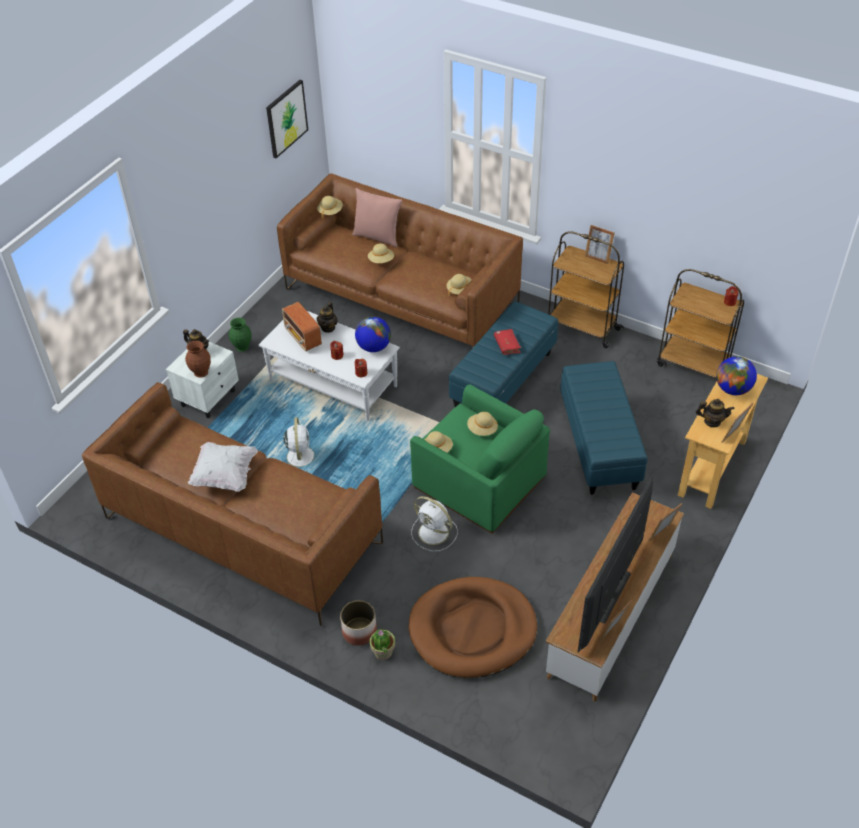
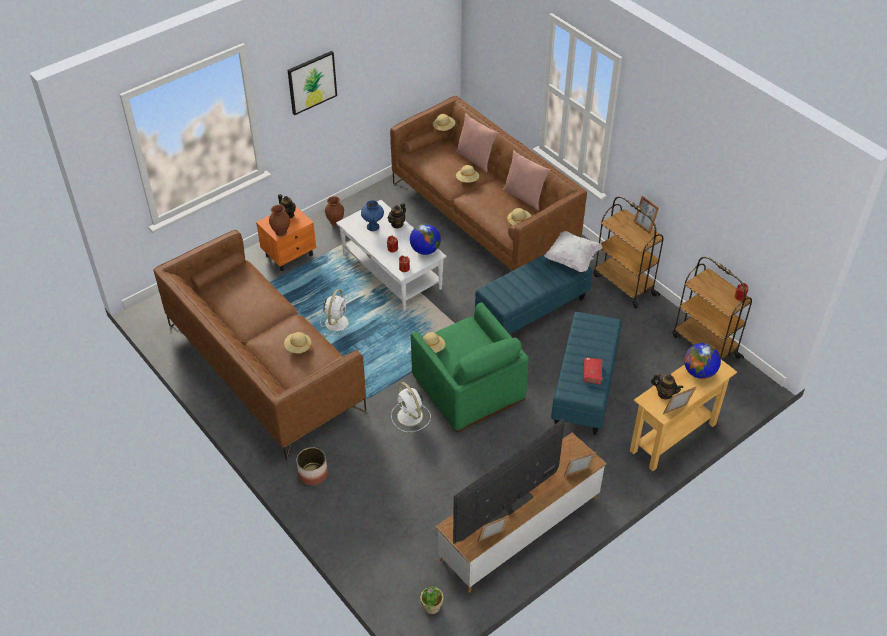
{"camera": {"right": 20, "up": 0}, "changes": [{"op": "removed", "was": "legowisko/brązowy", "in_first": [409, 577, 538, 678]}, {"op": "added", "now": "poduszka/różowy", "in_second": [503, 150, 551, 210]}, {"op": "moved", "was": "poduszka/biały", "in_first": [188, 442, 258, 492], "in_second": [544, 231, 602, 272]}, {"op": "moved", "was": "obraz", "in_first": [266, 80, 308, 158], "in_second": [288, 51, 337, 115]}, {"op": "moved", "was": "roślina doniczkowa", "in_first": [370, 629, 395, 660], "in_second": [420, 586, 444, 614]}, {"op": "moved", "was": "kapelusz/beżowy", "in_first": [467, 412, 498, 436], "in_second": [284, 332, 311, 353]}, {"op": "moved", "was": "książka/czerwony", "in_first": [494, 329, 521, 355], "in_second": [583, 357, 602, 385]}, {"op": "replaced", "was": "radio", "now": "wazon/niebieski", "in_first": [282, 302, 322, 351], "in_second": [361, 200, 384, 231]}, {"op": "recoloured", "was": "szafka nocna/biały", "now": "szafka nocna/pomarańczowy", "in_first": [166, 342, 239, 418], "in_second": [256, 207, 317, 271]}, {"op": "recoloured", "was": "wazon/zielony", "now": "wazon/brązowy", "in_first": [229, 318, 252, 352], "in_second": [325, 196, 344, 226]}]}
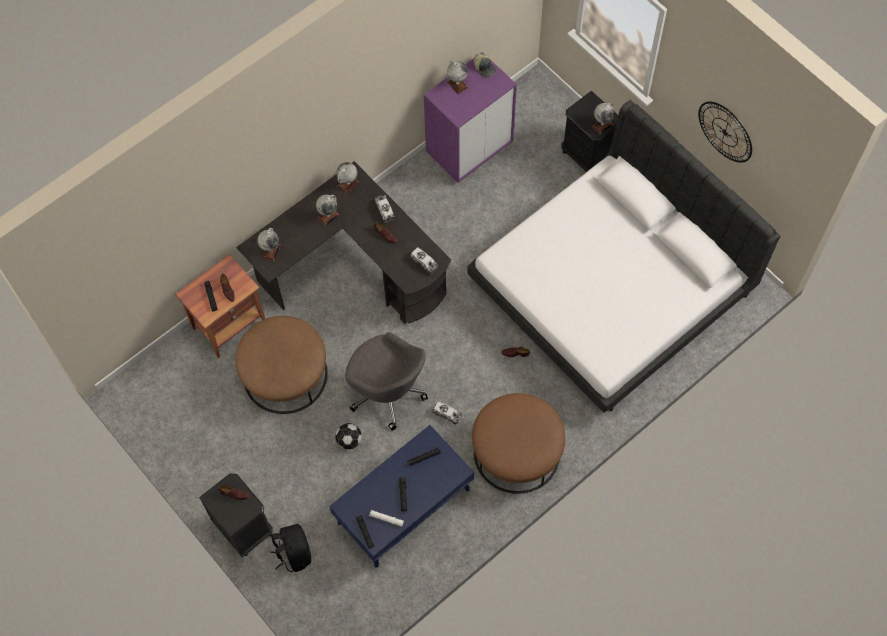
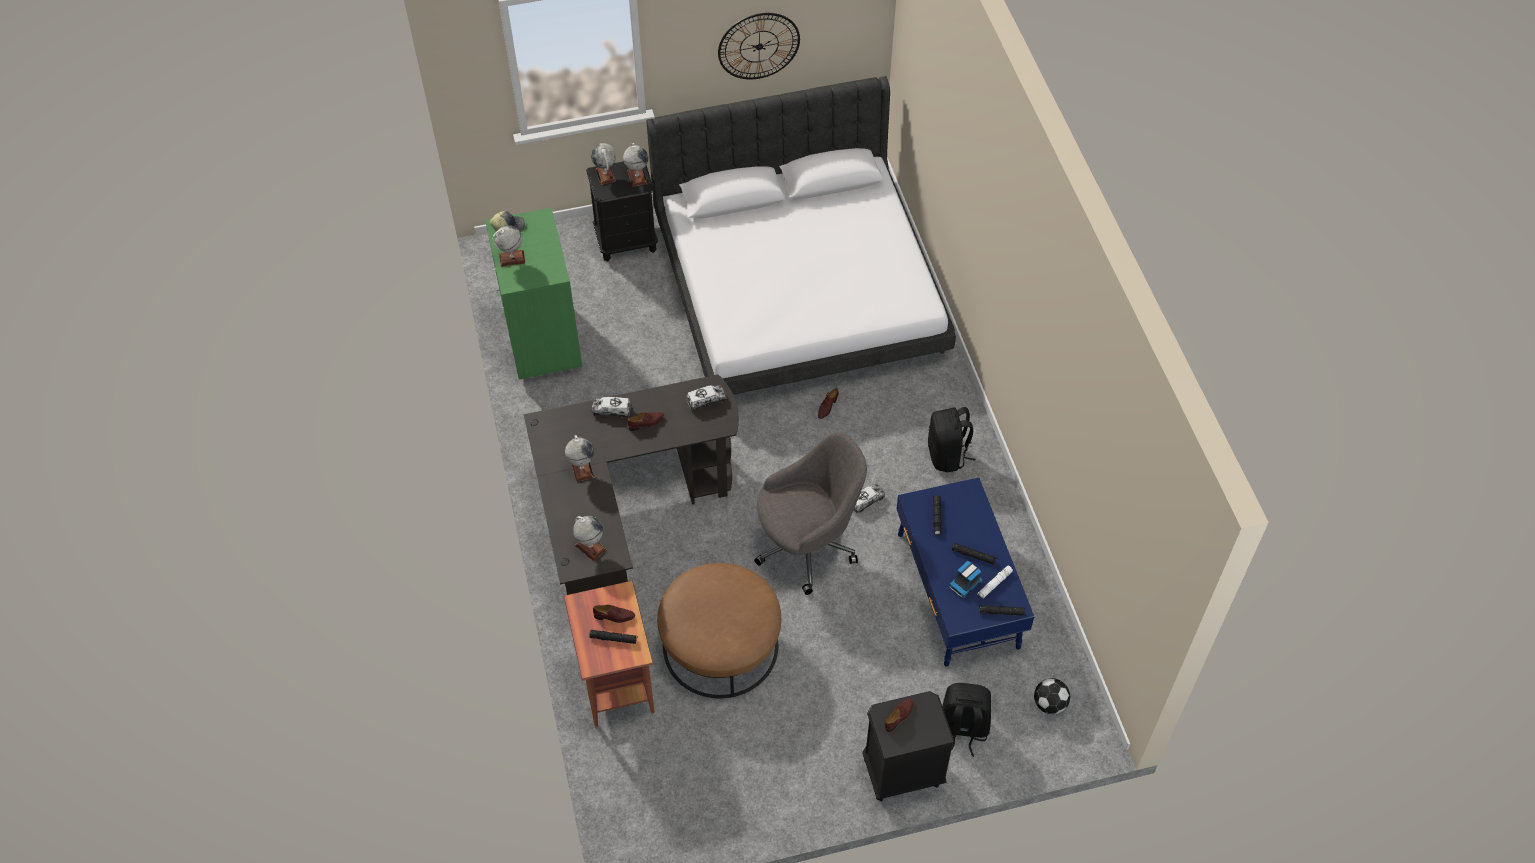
{"camera": {"right": -65, "up": -10}, "changes": [{"op": "added", "now": "ciężarówka zabawkowa", "in_second": [949, 561, 983, 598]}, {"op": "moved", "was": "piłka futbolowa", "in_first": [335, 423, 362, 449], "in_second": [1034, 678, 1070, 714]}, {"op": "moved", "was": "globus", "in_first": [336, 162, 360, 194], "in_second": [591, 143, 616, 185]}, {"op": "replaced", "was": "pufa/brązowy", "now": "plecak/czarny", "in_first": [472, 393, 565, 494], "in_second": [928, 407, 976, 472]}, {"op": "recoloured", "was": "szafka/fioletowy", "now": "szafka/zielony", "in_first": [424, 52, 517, 183], "in_second": [486, 208, 582, 379]}]}
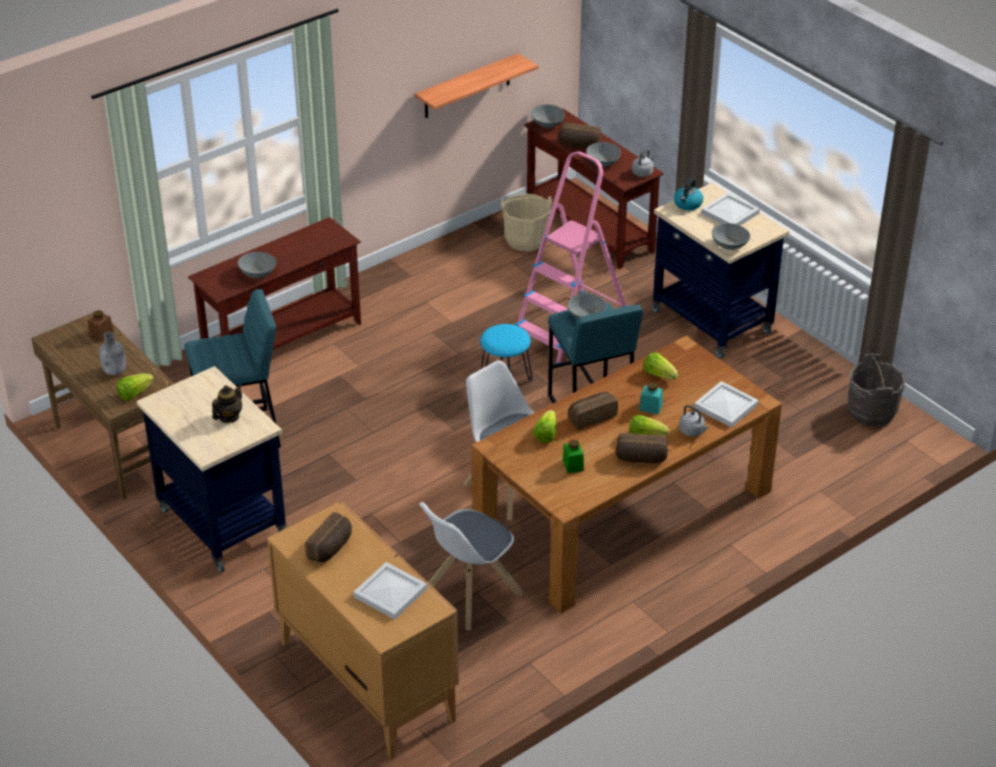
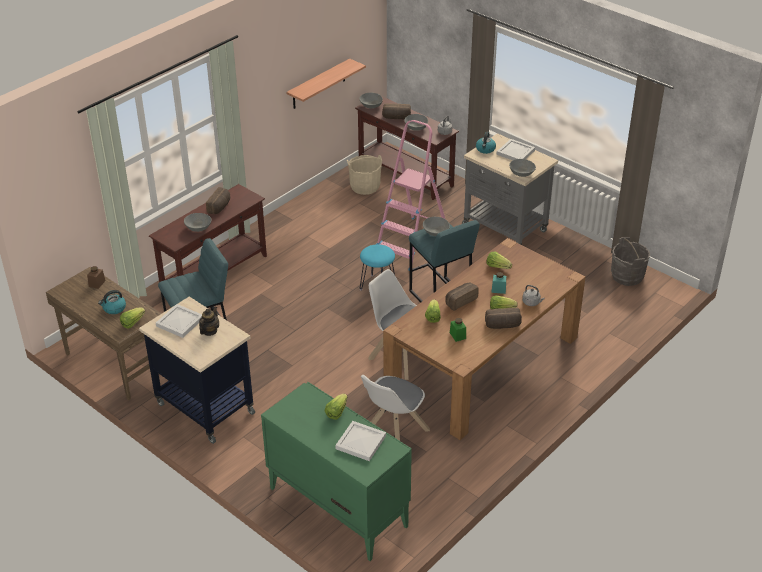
{"camera": {"right": -10, "up": 0}, "changes": [{"op": "added", "now": "sałata", "in_second": [325, 394, 348, 420]}, {"op": "moved", "was": "chleb", "in_first": [305, 512, 352, 563], "in_second": [206, 187, 230, 214]}, {"op": "moved", "was": "taca/biały", "in_first": [694, 381, 759, 428], "in_second": [156, 304, 202, 338]}, {"op": "replaced", "was": "butelka/szary", "now": "czajnik", "in_first": [99, 332, 126, 375], "in_second": [98, 290, 126, 314]}, {"op": "recoloured", "was": "szafka/brązowy", "now": "szafka/zielony", "in_first": [267, 502, 459, 760], "in_second": [261, 382, 412, 561]}, {"op": "recoloured", "was": "wózek/niebieski", "now": "wózek/szary", "in_first": [651, 182, 789, 359], "in_second": [462, 133, 558, 245]}]}
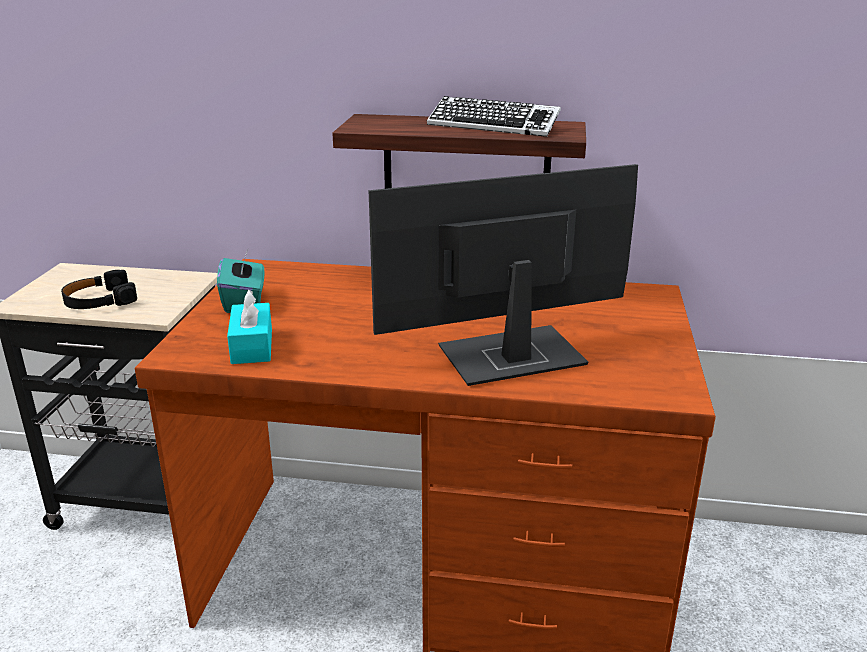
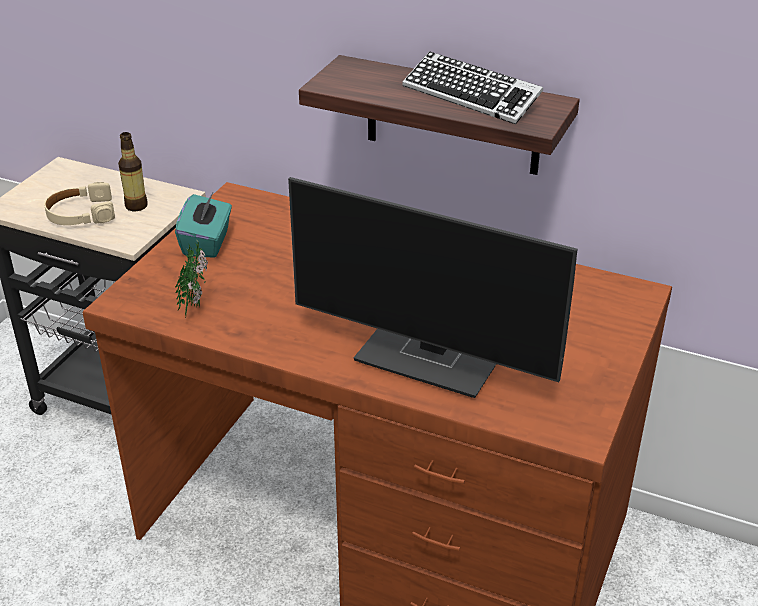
{"camera": {"right": 15, "up": 10}, "changes": [{"op": "added", "now": "butelka", "in_second": [118, 132, 148, 211]}, {"op": "replaced", "was": "pudełko chusteczek/turkusowy", "now": "roślina doniczkowa", "in_first": [227, 290, 272, 364], "in_second": [175, 240, 208, 315]}, {"op": "recoloured", "was": "słuchawki/czarny", "now": "słuchawki/beżowy", "in_first": [61, 270, 137, 309], "in_second": [44, 182, 115, 225]}, {"op": "turned", "was": "monitor", "in_first": [368, 164, 638, 386], "in_second": [288, 177, 577, 398], "clockwise": -150}]}
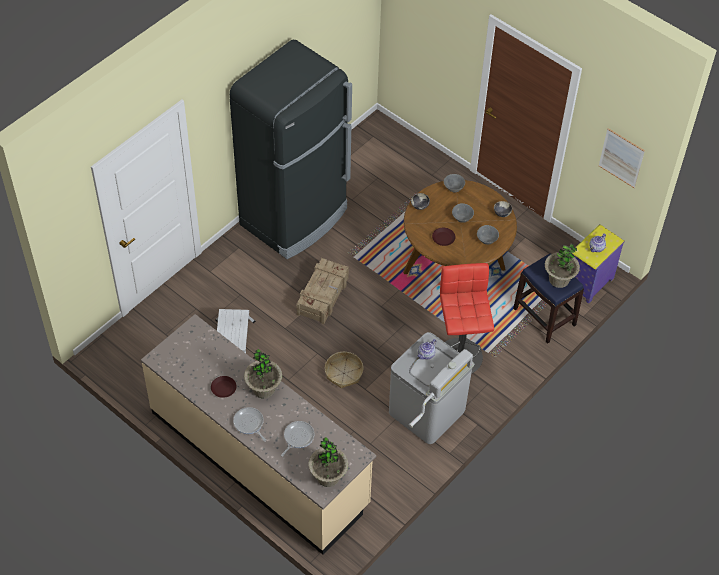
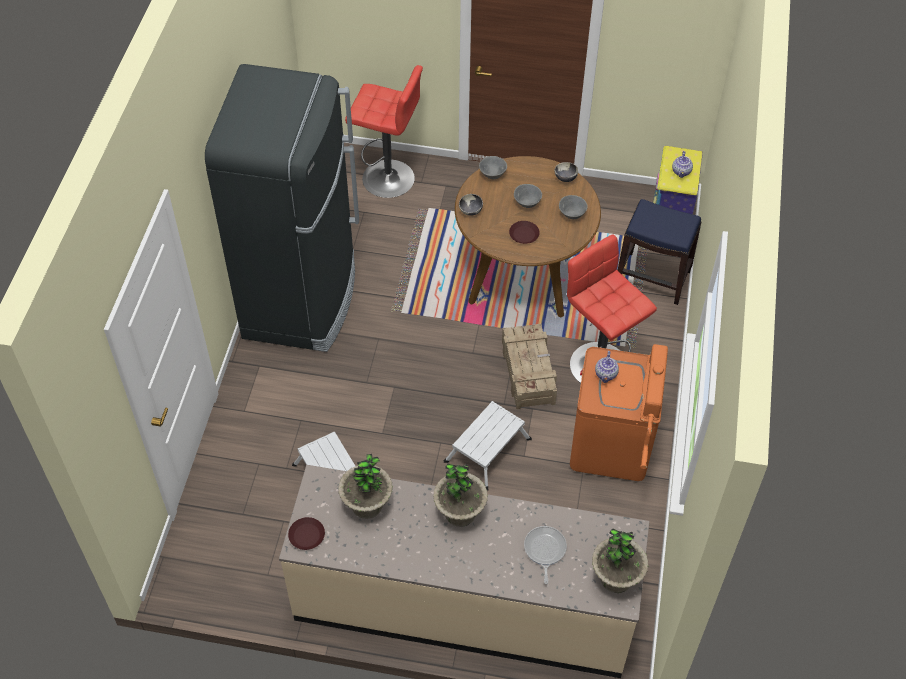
{"camera": {"right": -30, "up": 0}, "changes": [{"op": "removed", "was": "patelnia", "in_first": [233, 407, 266, 442]}, {"op": "removed", "was": "obraz", "in_first": [599, 128, 645, 188]}, {"op": "added", "now": "stołek/czerwony", "in_second": [345, 65, 423, 198]}, {"op": "moved", "was": "talerz/brązowy", "in_first": [211, 376, 236, 398], "in_second": [288, 517, 325, 550]}, {"op": "moved", "was": "skrzynka", "in_first": [297, 258, 349, 324], "in_second": [502, 324, 557, 409]}, {"op": "moved", "was": "roślina doniczkowa", "in_first": [544, 244, 580, 288], "in_second": [338, 454, 393, 519]}, {"op": "replaced", "was": "koszyk", "now": "drabinka/biały", "in_first": [325, 352, 363, 388], "in_second": [444, 401, 532, 491]}, {"op": "recoloured", "was": "pralka/szary", "now": "pralka/pomarańczowy", "in_first": [389, 332, 474, 444], "in_second": [570, 344, 668, 481]}]}
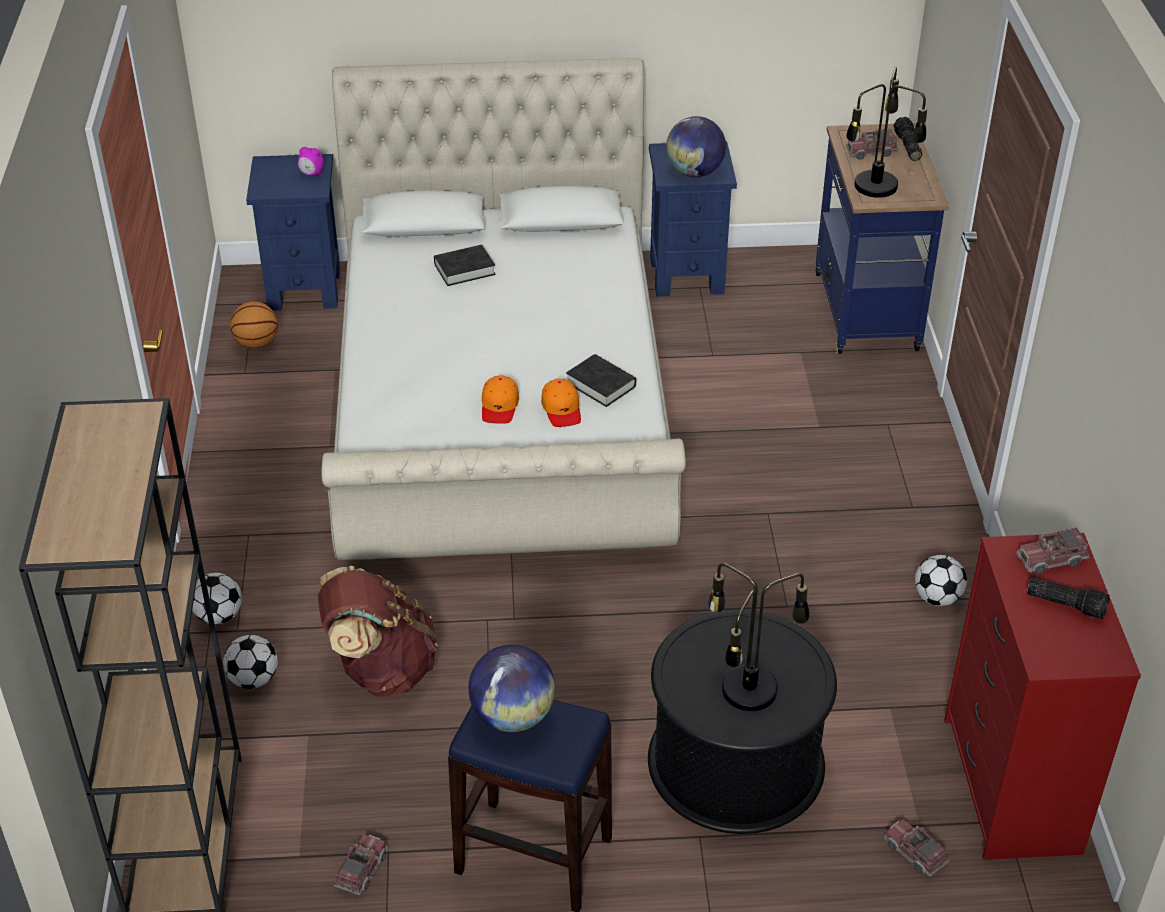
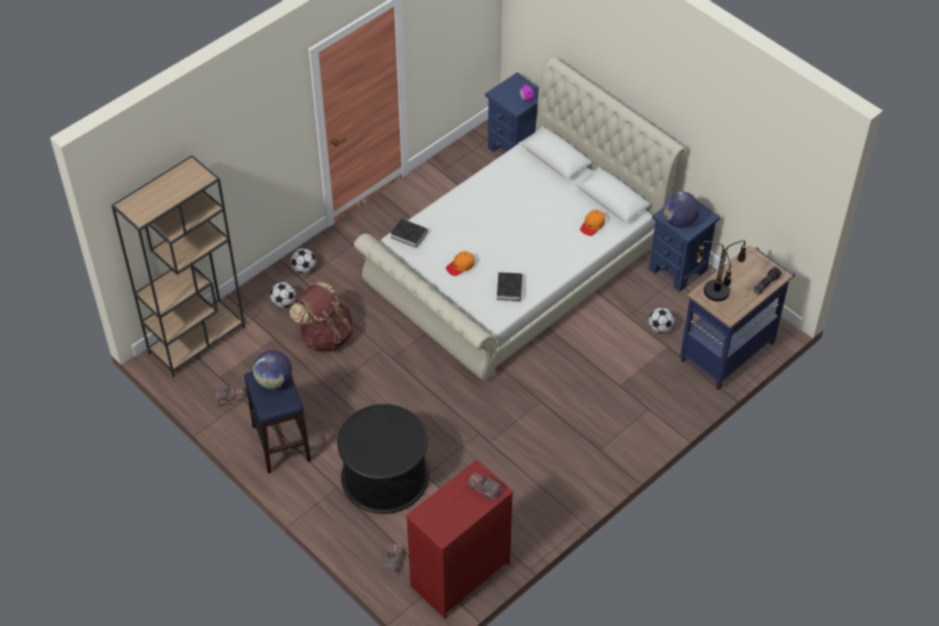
{"camera": {"right": 50, "up": 10}, "changes": [{"op": "removed", "was": "piłka do koszykówki", "in_first": [230, 302, 278, 349]}, {"op": "removed", "was": "lampa stołowa", "in_first": [708, 563, 809, 711]}, {"op": "removed", "was": "ciężarówka zabawkowa", "in_first": [846, 129, 898, 160]}, {"op": "removed", "was": "latarka", "in_first": [1027, 577, 1110, 619]}, {"op": "moved", "was": "książka/czarny", "in_first": [434, 245, 496, 286], "in_second": [391, 219, 427, 248]}, {"op": "moved", "was": "czapka z daszkiem/pomarańczowy", "in_first": [541, 378, 581, 427], "in_second": [580, 210, 605, 236]}, {"op": "moved", "was": "piłka futbolowa", "in_first": [915, 555, 967, 606], "in_second": [648, 308, 674, 333]}]}
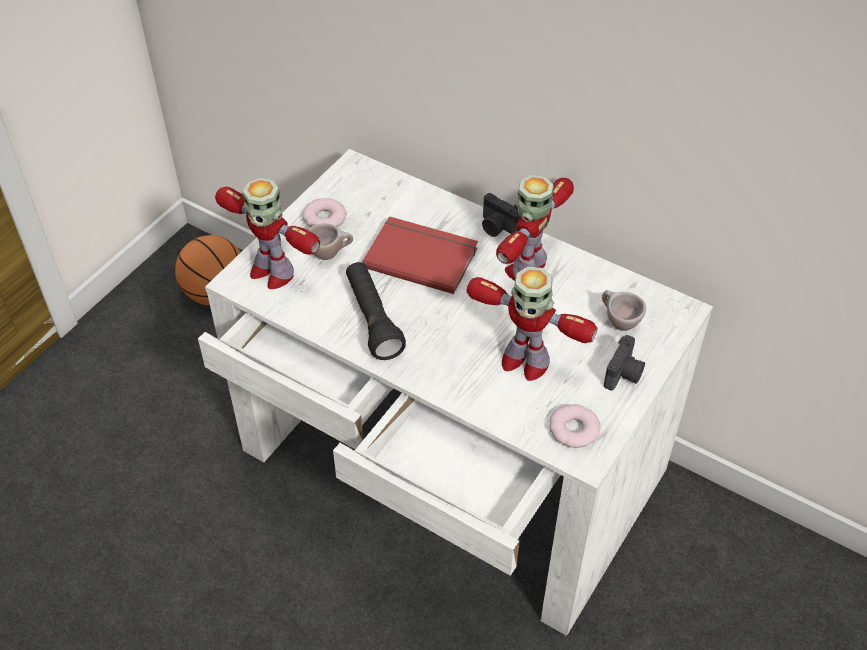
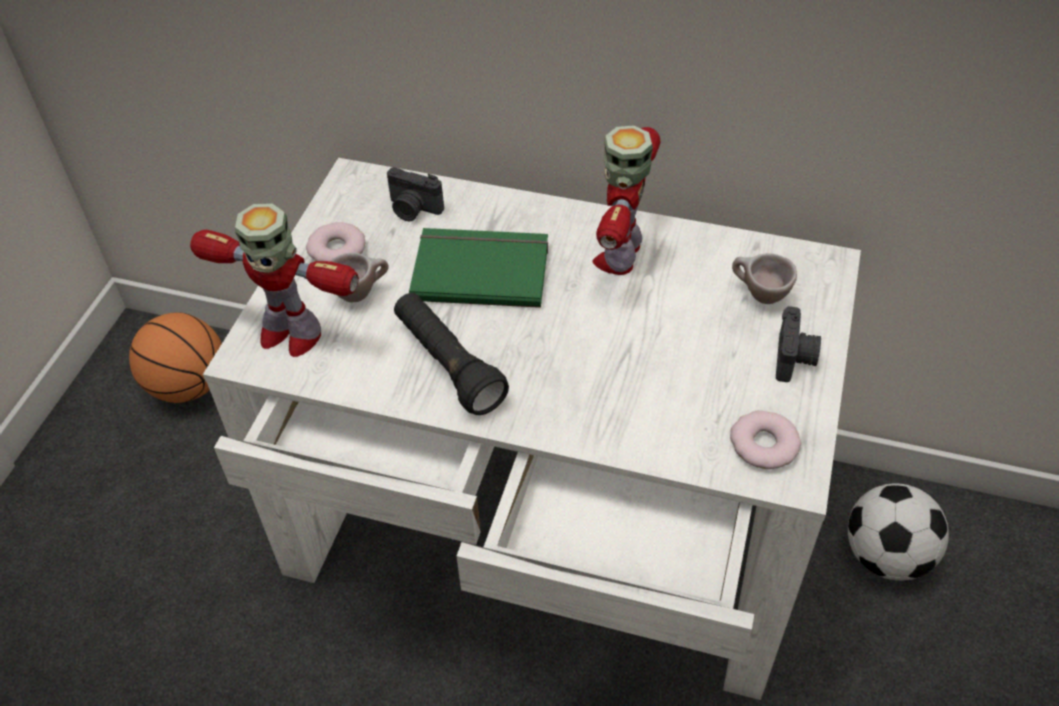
{"camera": {"right": -15, "up": 0}, "changes": [{"op": "removed", "was": "robot zabawkowy", "in_first": [467, 267, 597, 381]}, {"op": "added", "now": "piłka futbolowa", "in_second": [848, 483, 949, 581]}, {"op": "moved", "was": "aparat fotograficzny", "in_first": [482, 193, 522, 237], "in_second": [387, 167, 444, 221]}, {"op": "recoloured", "was": "książka/czerwony", "now": "książka/zielony", "in_first": [362, 216, 478, 294], "in_second": [409, 228, 548, 308]}]}
